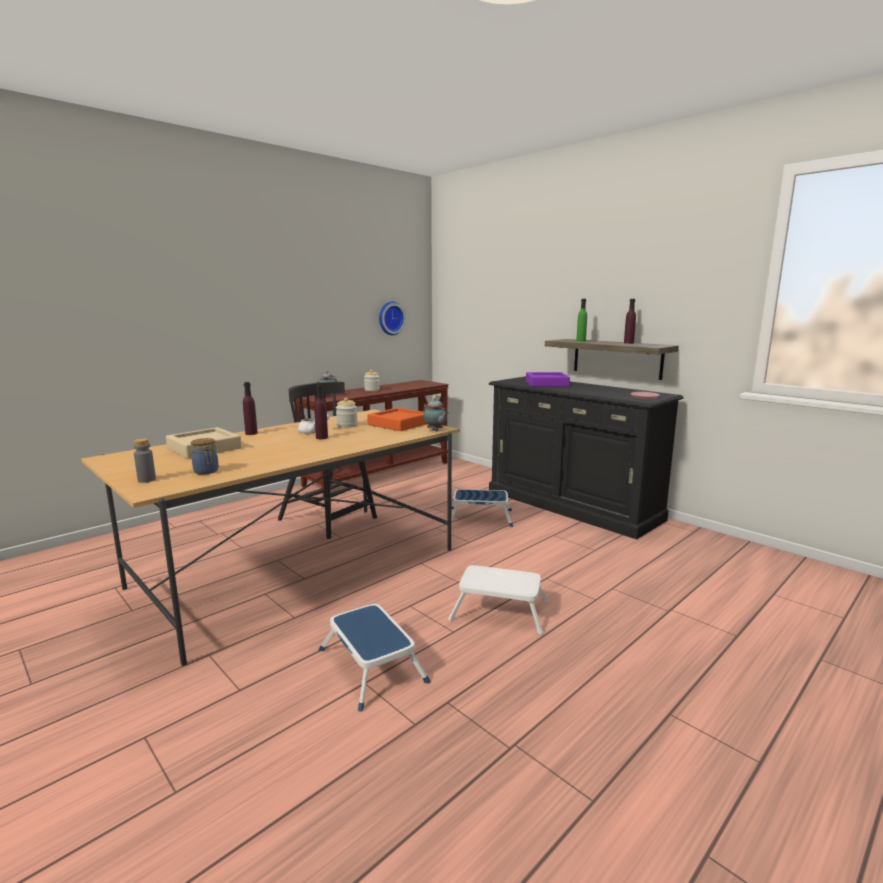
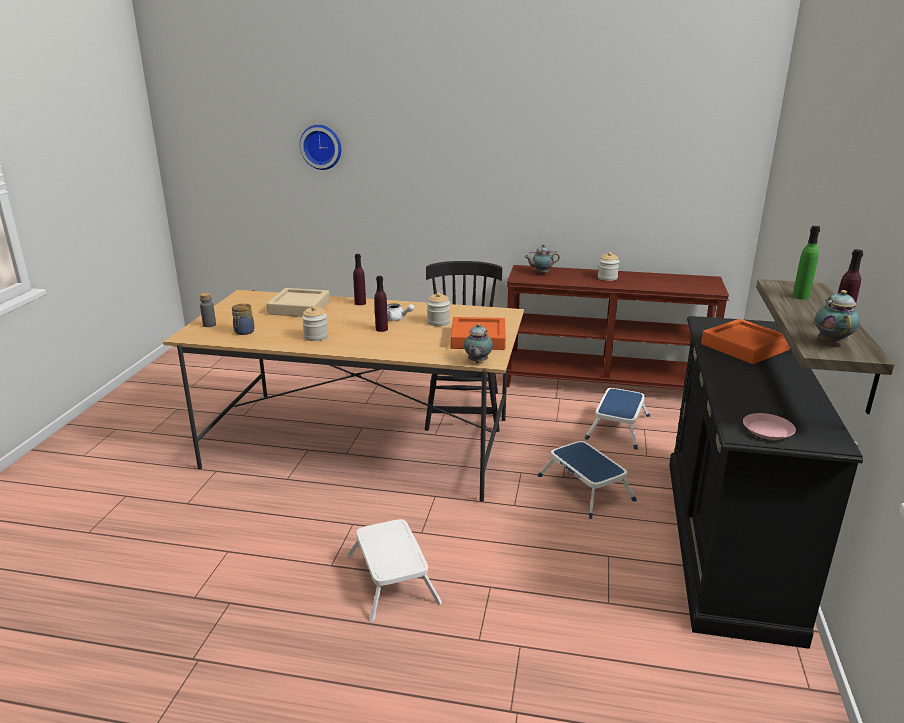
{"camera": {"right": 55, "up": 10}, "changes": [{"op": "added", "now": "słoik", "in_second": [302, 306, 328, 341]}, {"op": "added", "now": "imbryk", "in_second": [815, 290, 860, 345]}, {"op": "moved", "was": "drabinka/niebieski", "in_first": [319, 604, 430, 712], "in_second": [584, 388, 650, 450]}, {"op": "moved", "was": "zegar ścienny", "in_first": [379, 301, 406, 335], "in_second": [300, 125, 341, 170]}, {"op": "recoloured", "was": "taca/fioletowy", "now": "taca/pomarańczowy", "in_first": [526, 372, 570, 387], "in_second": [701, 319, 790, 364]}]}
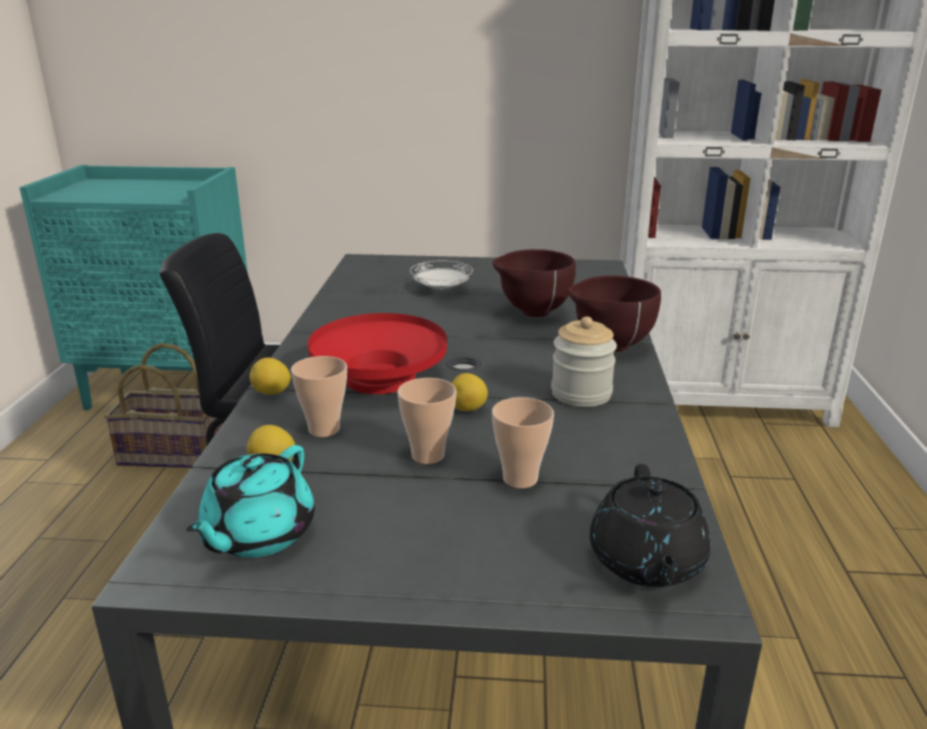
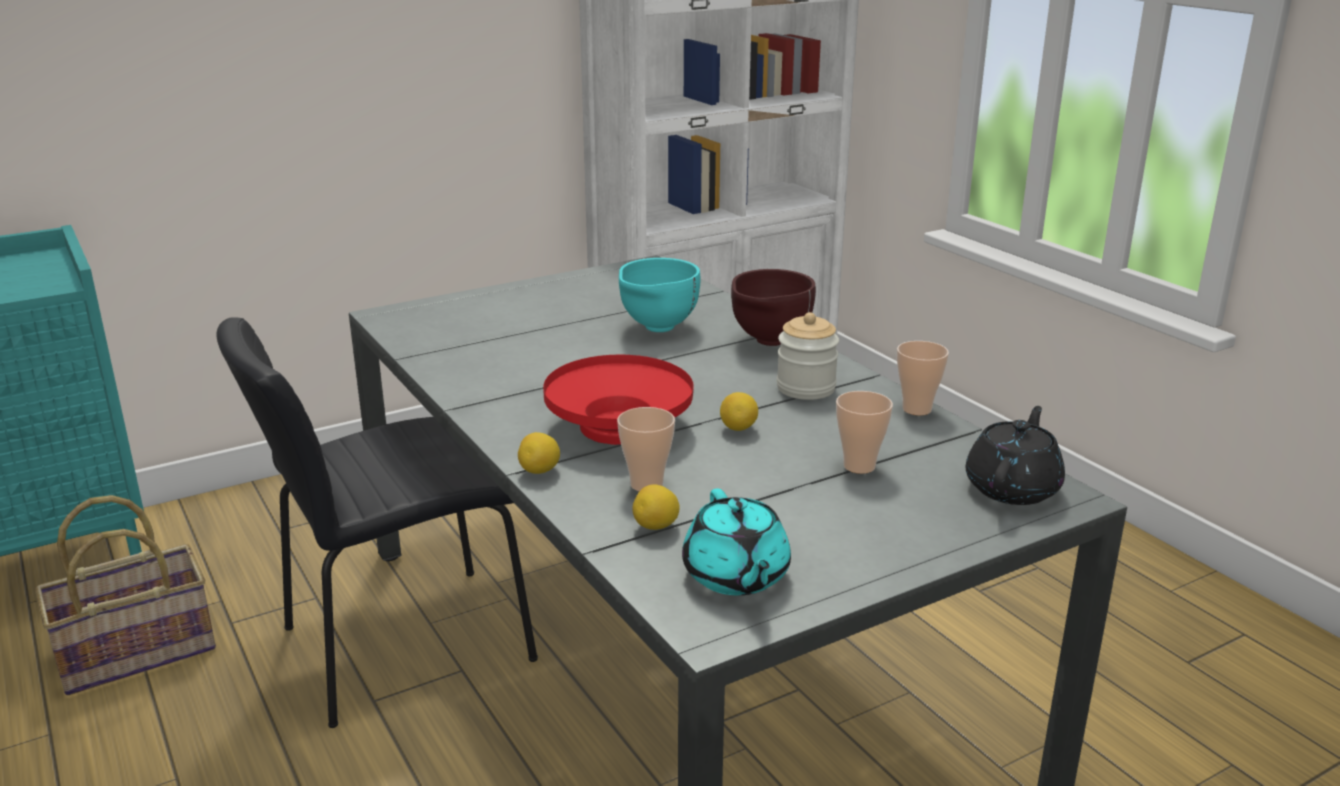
{"camera": {"right": -35, "up": 0}, "changes": [{"op": "removed", "was": "talerz/biały", "in_first": [410, 261, 473, 290]}, {"op": "moved", "was": "filiżanka", "in_first": [397, 378, 456, 464], "in_second": [897, 341, 949, 415]}, {"op": "recoloured", "was": "miska/brązowy", "now": "miska/turkusowy", "in_first": [493, 249, 576, 317], "in_second": [619, 258, 701, 332]}, {"op": "turned", "was": "imbryk/czarny", "in_first": [590, 464, 711, 587], "in_second": [966, 406, 1065, 505], "clockwise": -120}]}
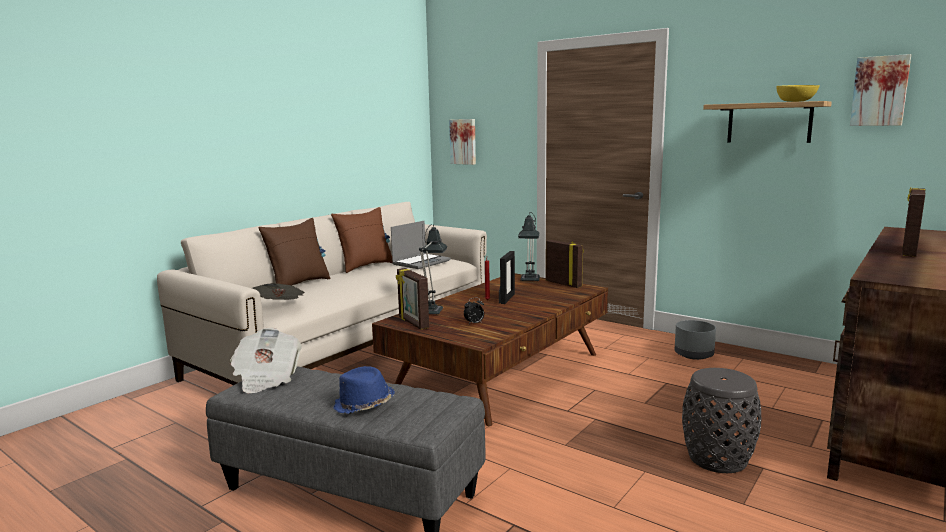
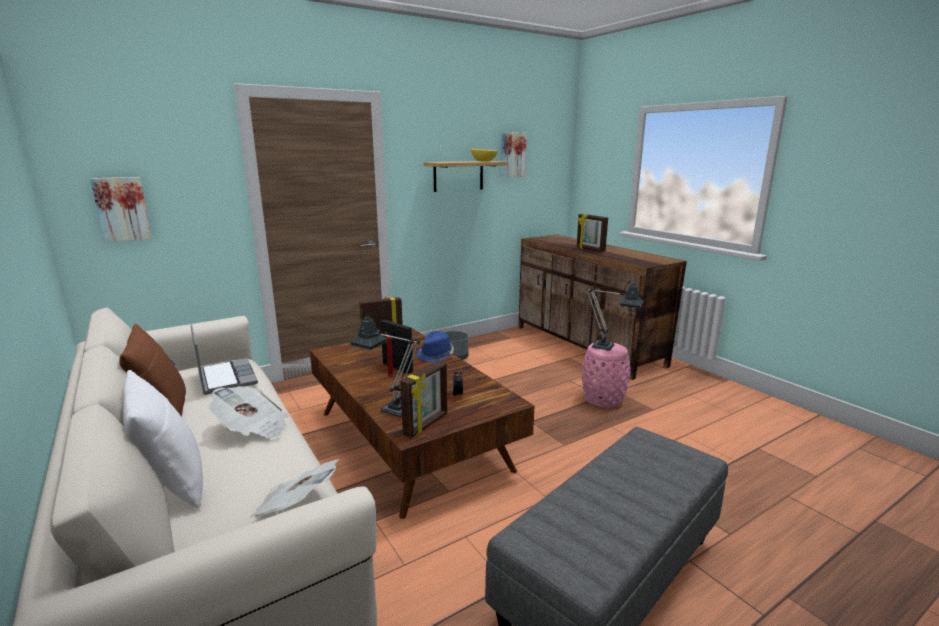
{"camera": {"right": -70, "up": 5}, "changes": [{"op": "moved", "was": "gazeta", "in_first": [230, 328, 302, 393], "in_second": [209, 386, 288, 439]}, {"op": "moved", "was": "kapelusz/niebieski", "in_first": [334, 366, 395, 414], "in_second": [417, 331, 454, 362]}, {"op": "moved", "was": "lampa stołowa", "in_first": [518, 212, 540, 281], "in_second": [586, 280, 644, 351]}, {"op": "recoloured", "was": "poduszka/brązowy", "now": "poduszka/biały", "in_first": [258, 218, 330, 285], "in_second": [123, 370, 203, 508]}, {"op": "recoloured", "was": "stołek/szary", "now": "stołek/różowy", "in_first": [682, 368, 762, 473], "in_second": [581, 343, 630, 408]}, {"op": "turned", "was": "ramka na zdjęcie", "in_first": [396, 268, 429, 330], "in_second": [400, 360, 447, 438], "clockwise": -45}]}
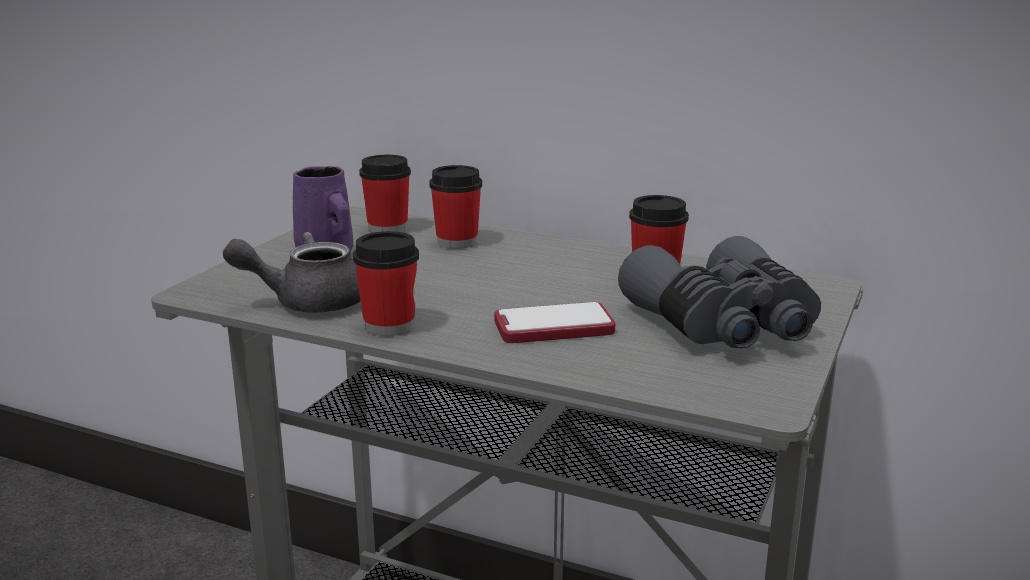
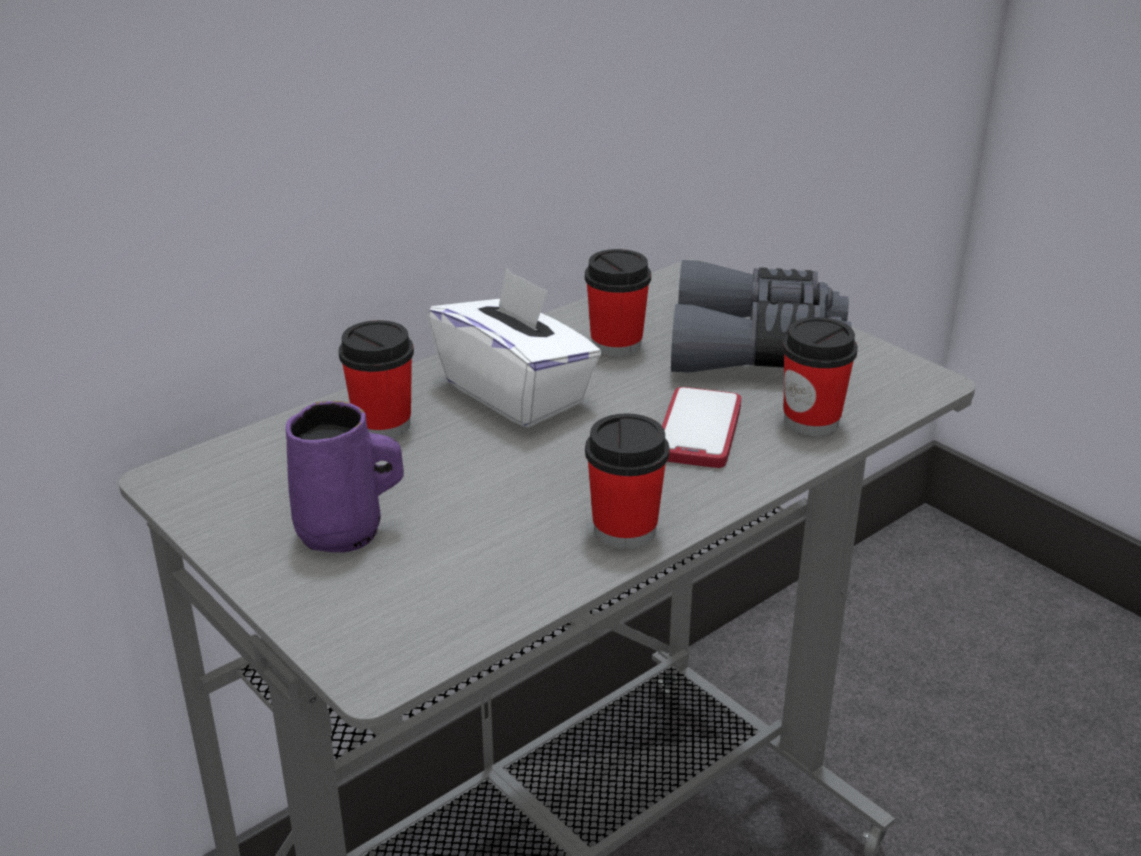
{"camera": {"right": -65, "up": 10}, "changes": [{"op": "removed", "was": "imbryk/szary", "in_first": [223, 232, 361, 313]}, {"op": "added", "now": "pudełko chusteczek/biały", "in_second": [428, 268, 601, 427]}, {"op": "moved", "was": "filiżanka", "in_first": [359, 155, 411, 233], "in_second": [782, 317, 858, 436]}]}
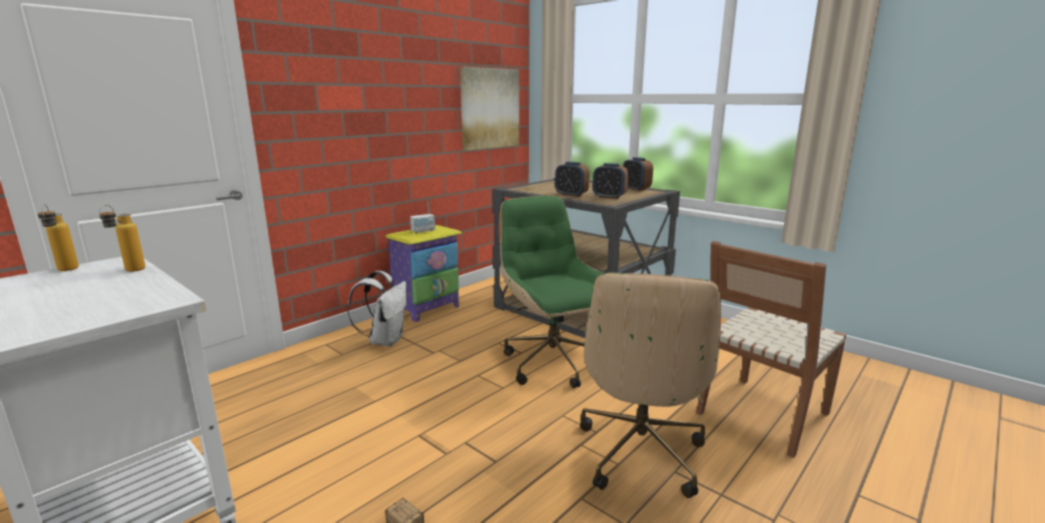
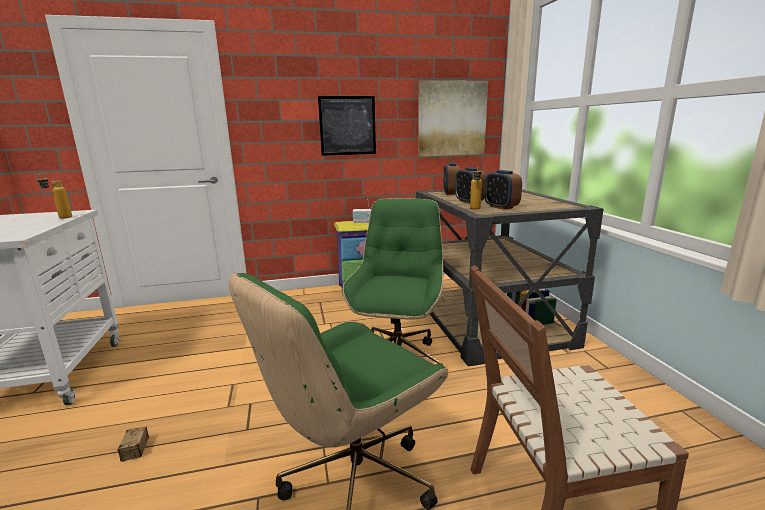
{"camera": {"right": 35, "up": 0}, "changes": [{"op": "removed", "was": "plecak/biały", "in_first": [347, 271, 407, 347]}, {"op": "added", "now": "obraz", "in_second": [318, 96, 376, 156]}, {"op": "moved", "was": "butelka", "in_first": [38, 204, 79, 271], "in_second": [470, 166, 482, 209]}, {"op": "moved", "was": "budzik", "in_first": [623, 157, 653, 191], "in_second": [443, 163, 460, 195]}]}
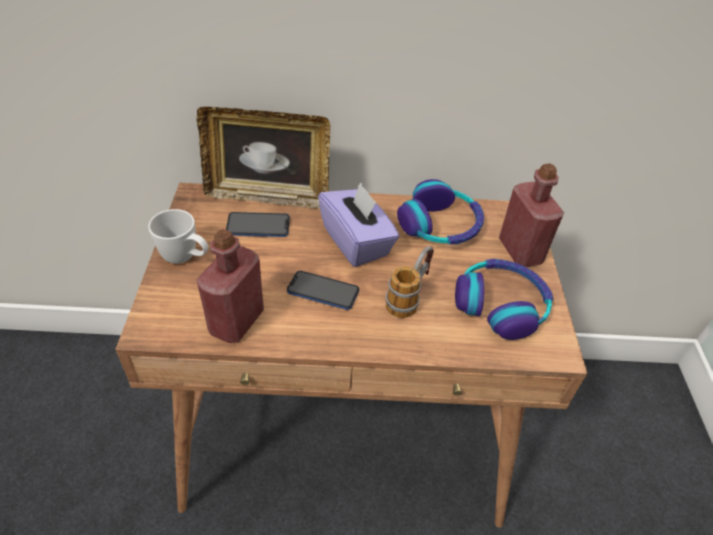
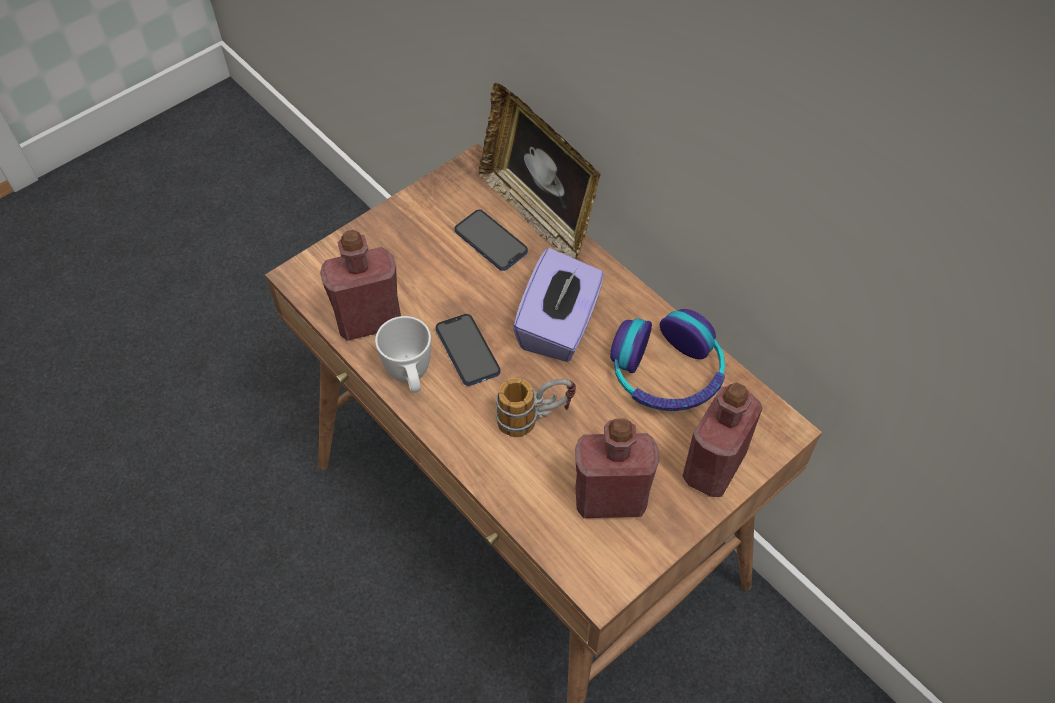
{"camera": {"right": 50, "up": 10}, "changes": [{"op": "moved", "was": "kubek/biały", "in_first": [148, 209, 209, 264], "in_second": [375, 316, 431, 393]}, {"op": "replaced", "was": "słuchawki", "now": "butelka/czerwony", "in_first": [455, 259, 553, 340], "in_second": [575, 418, 660, 518]}]}
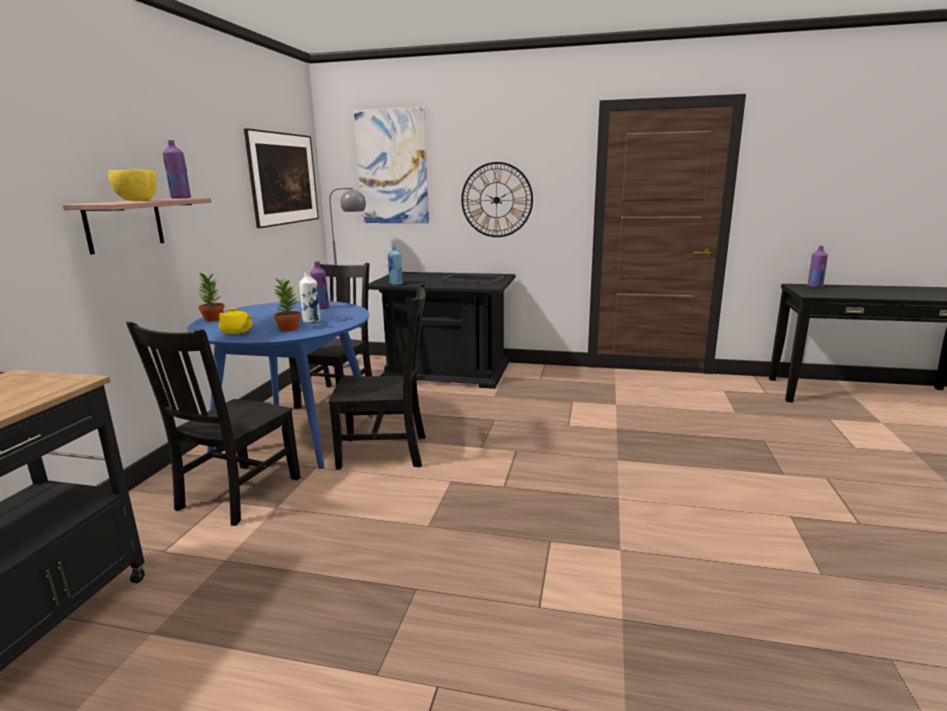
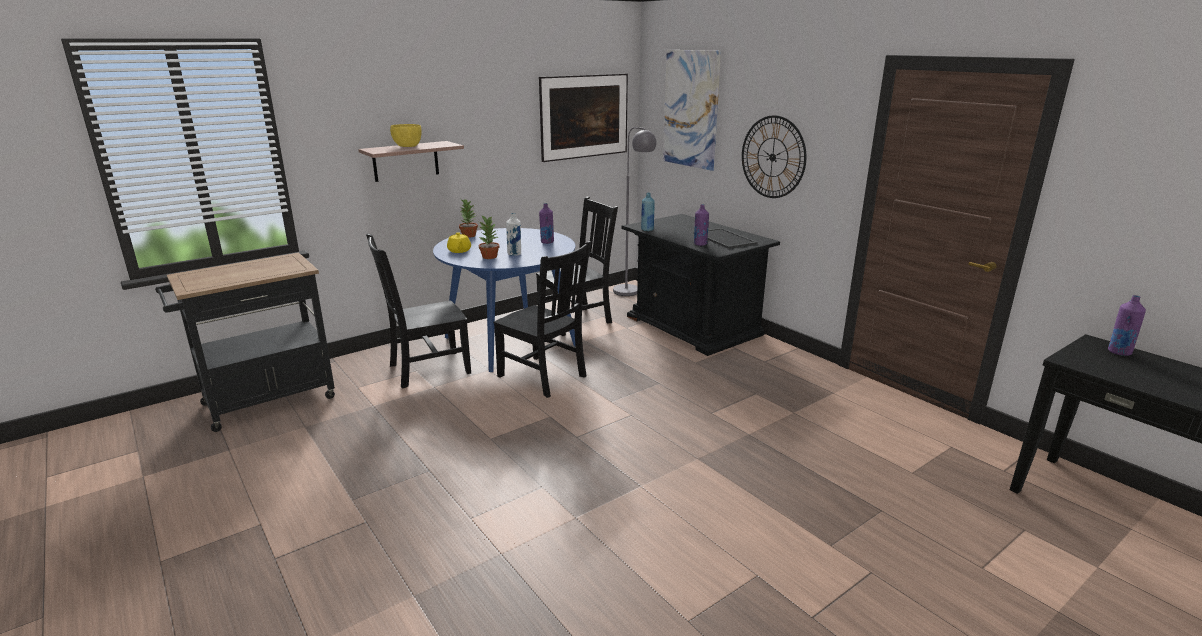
{"camera": {"right": 40, "up": 5}, "changes": [{"op": "moved", "was": "butelka/fioletowy", "in_first": [163, 140, 191, 199], "in_second": [694, 204, 709, 246]}]}
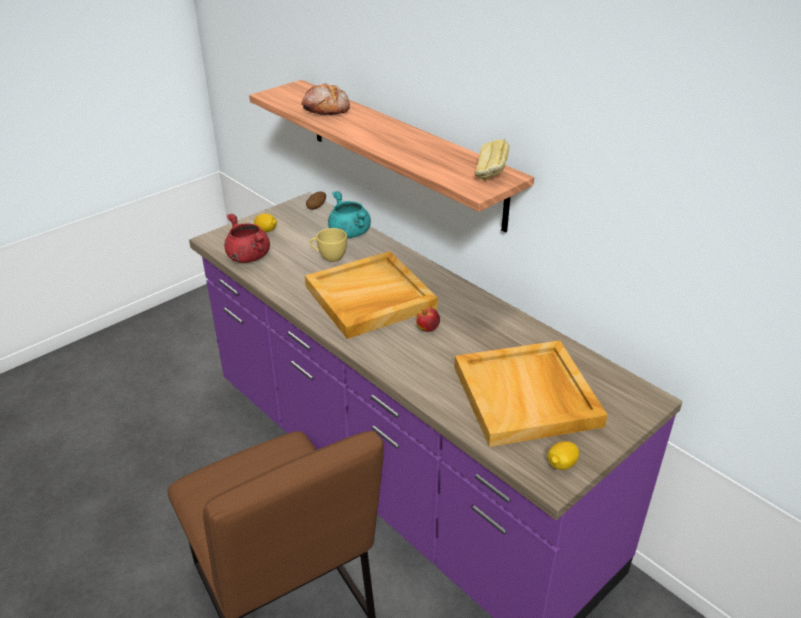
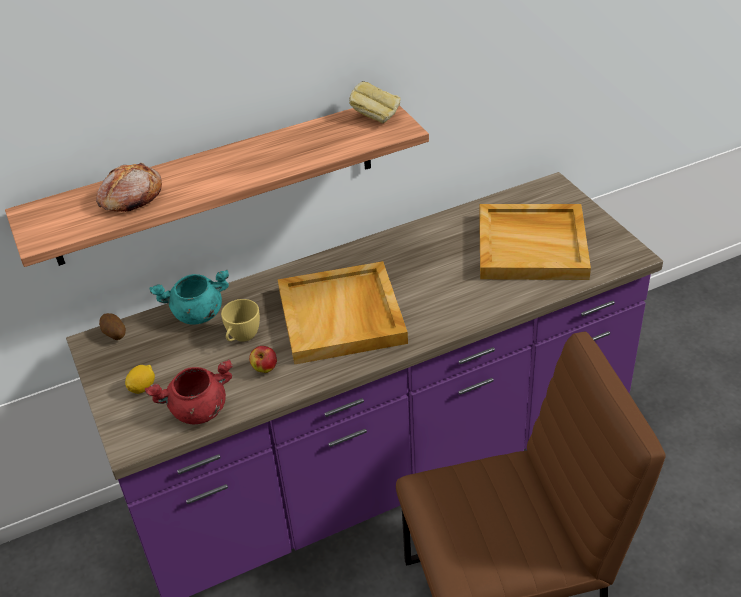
{"camera": {"right": -70, "up": 5}, "changes": [{"op": "removed", "was": "cytryna", "in_first": [547, 441, 579, 470]}, {"op": "moved", "was": "jabłko", "in_first": [416, 307, 440, 332], "in_second": [249, 346, 277, 373]}]}
